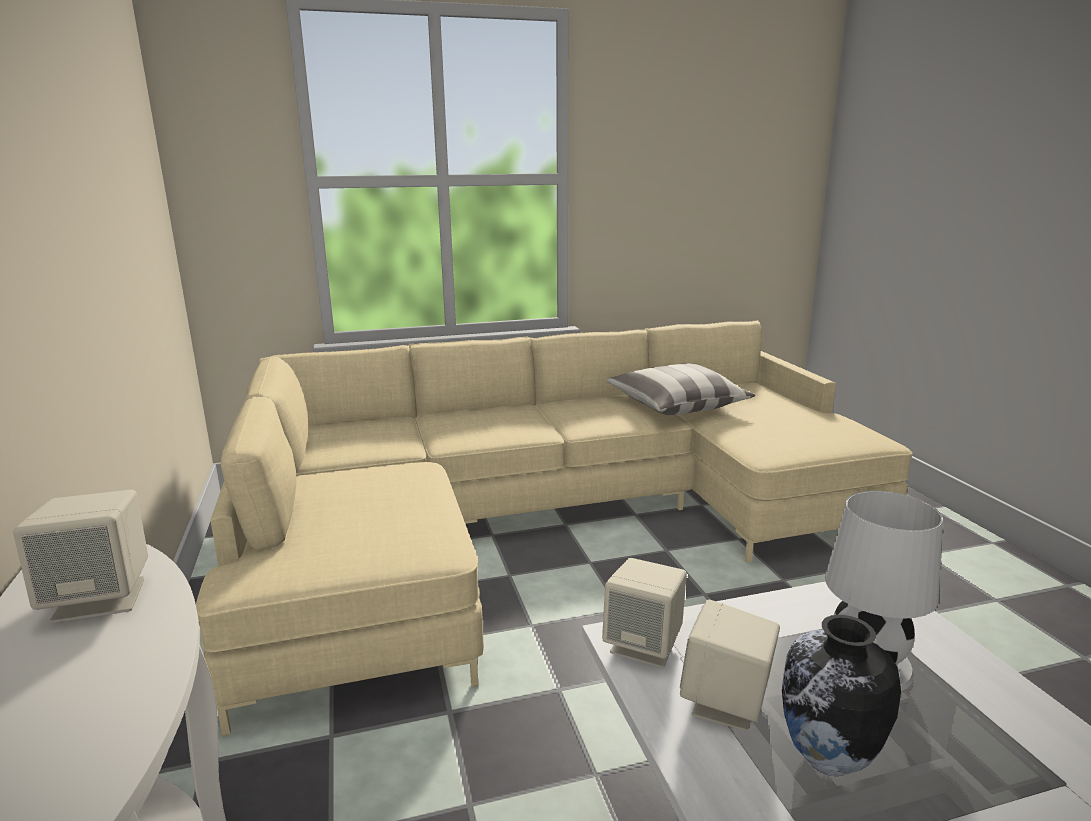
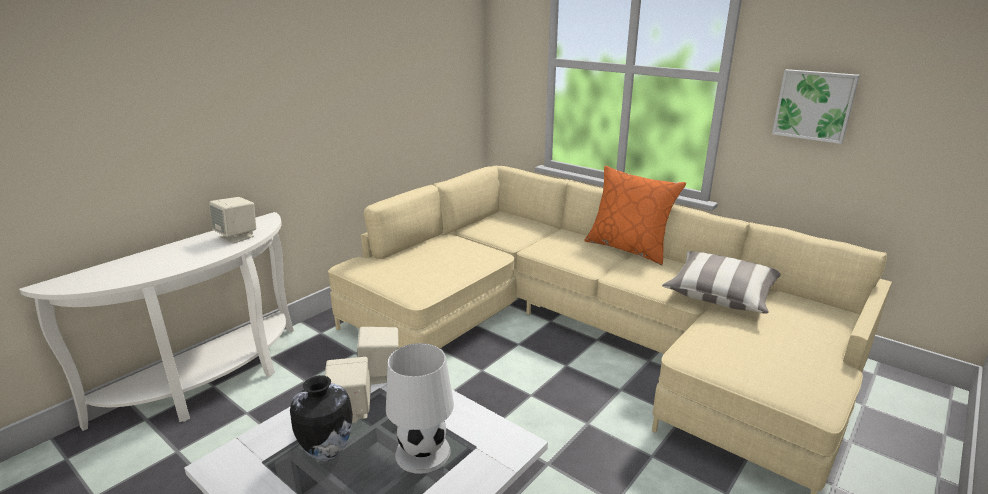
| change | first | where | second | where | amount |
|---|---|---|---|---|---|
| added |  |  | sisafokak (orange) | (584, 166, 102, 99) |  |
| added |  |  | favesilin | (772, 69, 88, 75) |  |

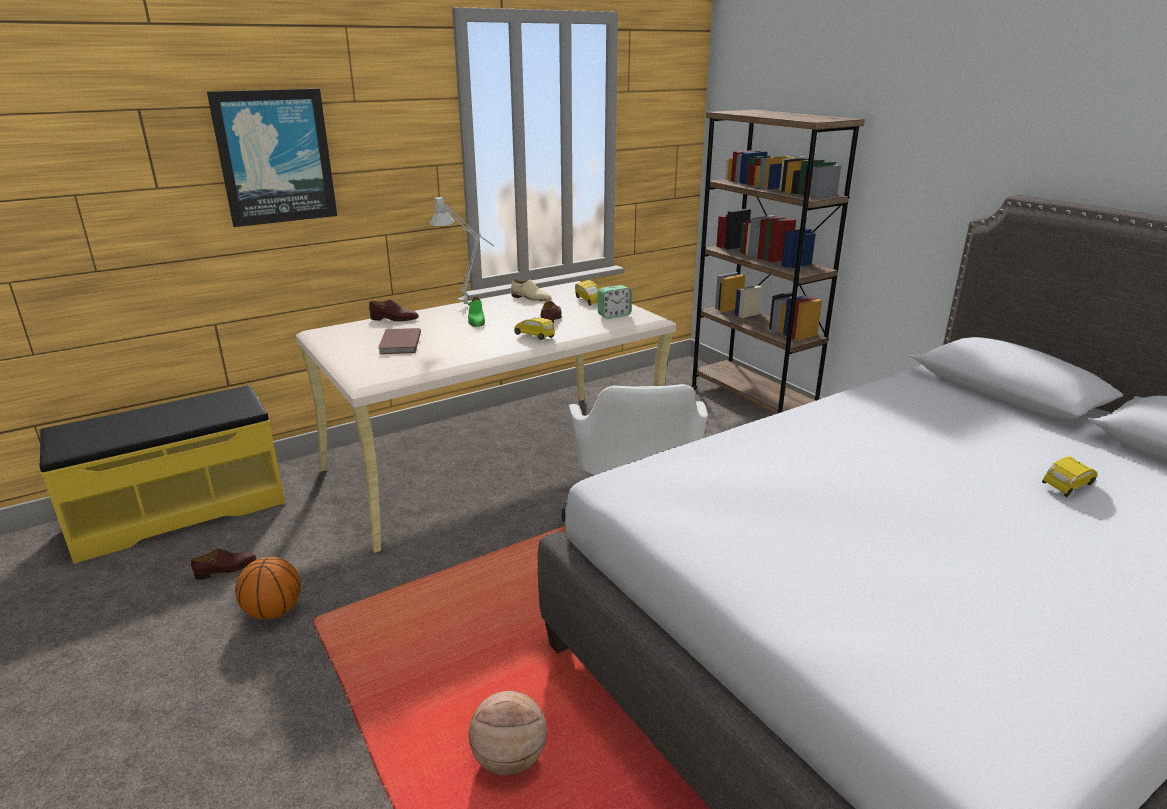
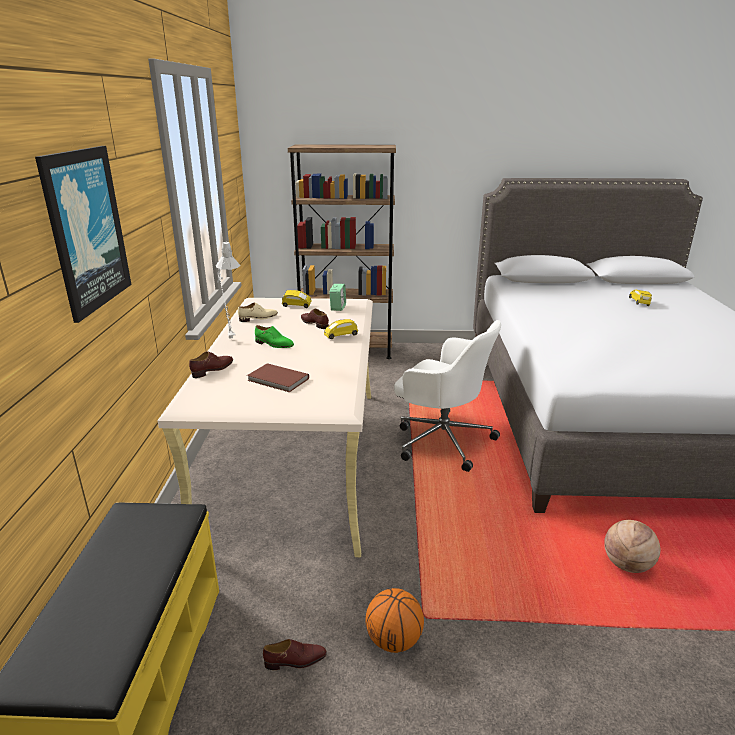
| change | first | where | second | where | amount |
|---|---|---|---|---|---|
| turned | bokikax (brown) | (191, 549, 65, 31) |  | (263, 639, 64, 31) | 75 degrees clockwise |

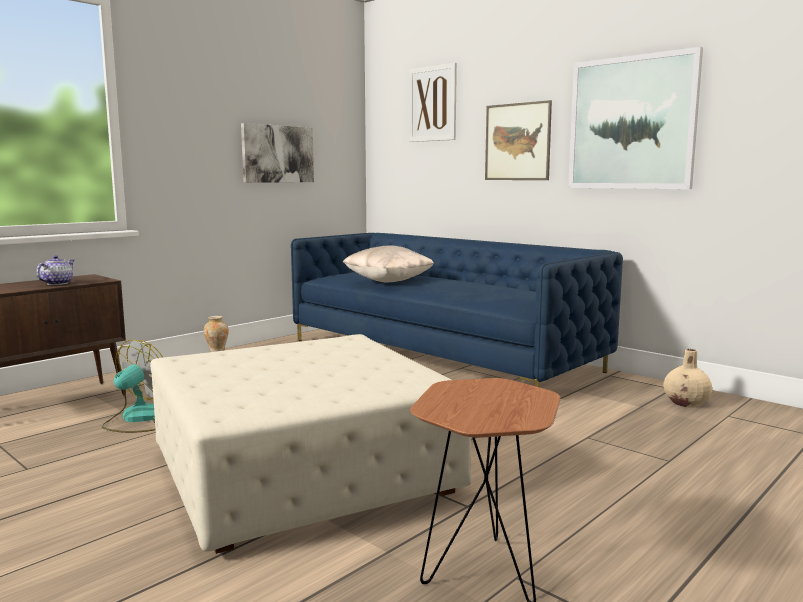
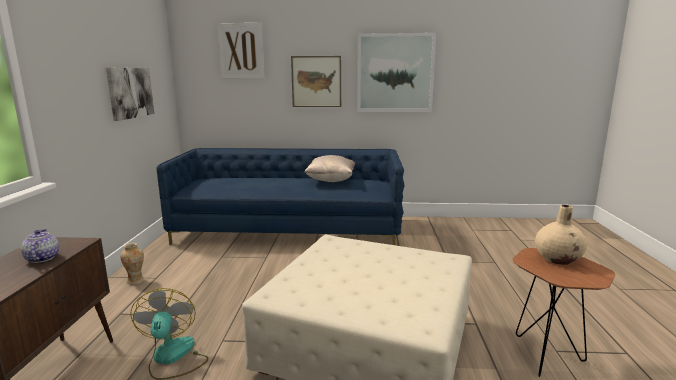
| change | first | where | second | where | amount |
|---|---|---|---|---|---|
| moved | sisafokak (beige) | (342, 245, 92, 38) |  | (304, 155, 51, 27) |  |
| moved | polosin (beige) | (663, 349, 49, 58) |  | (535, 205, 52, 60) |  |

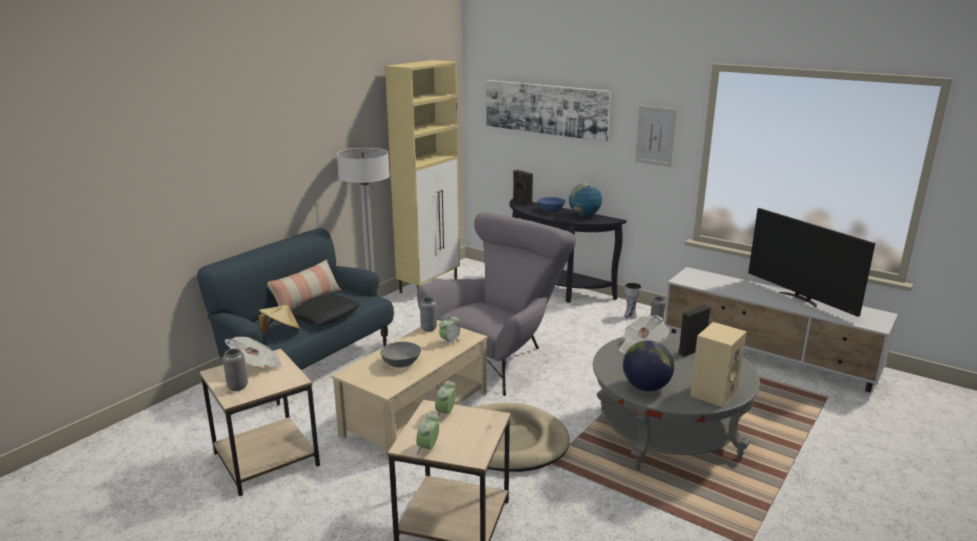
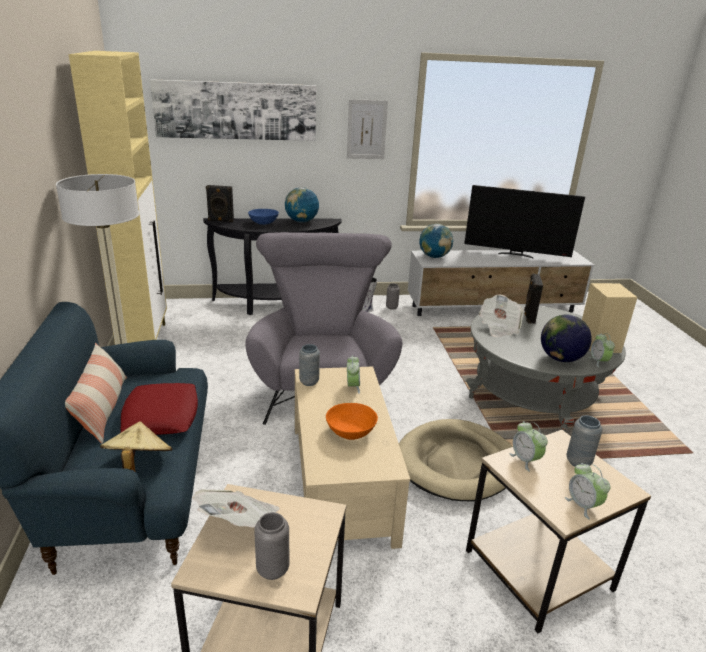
| change | first | where | second | where | amount |
|---|---|---|---|---|---|
| recoloured | sisafokak (black) | (292, 294, 68, 31) | sisafokak (red) | (120, 383, 78, 52) |  |
| recoloured | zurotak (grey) | (380, 342, 41, 25) | zurotak (orange) | (326, 403, 52, 37) |  |
| added |  |  | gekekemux | (419, 224, 34, 34) |  |
| added |  |  | polosin (grey) | (566, 415, 36, 51) |  |
| added |  |  | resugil | (588, 333, 27, 35) |  |

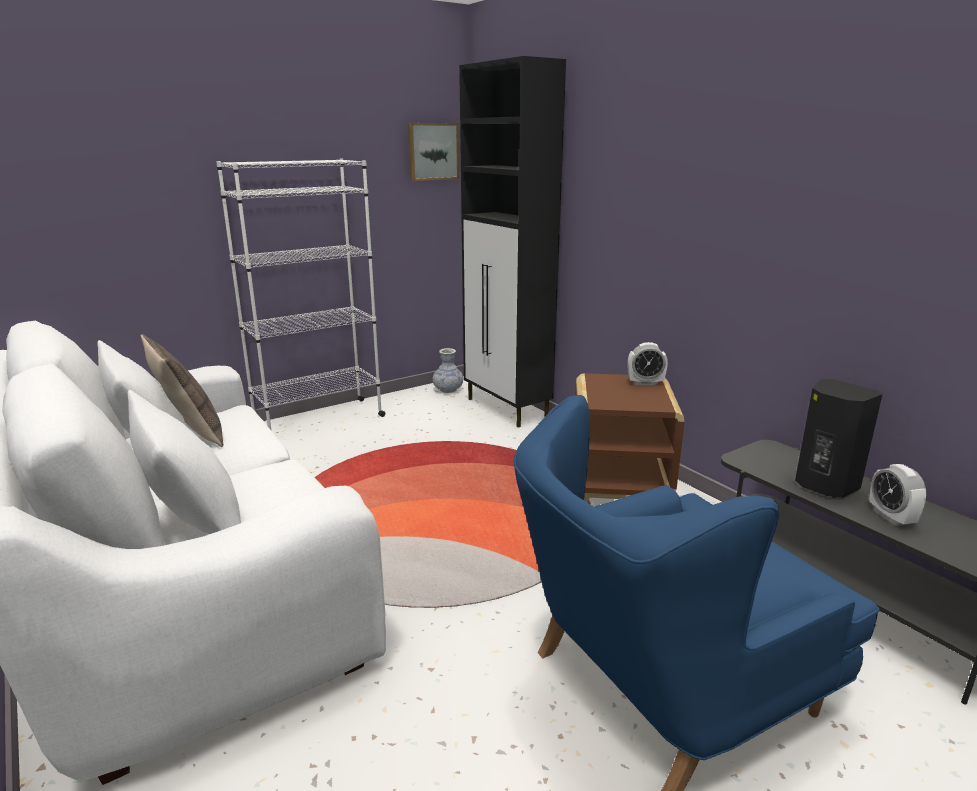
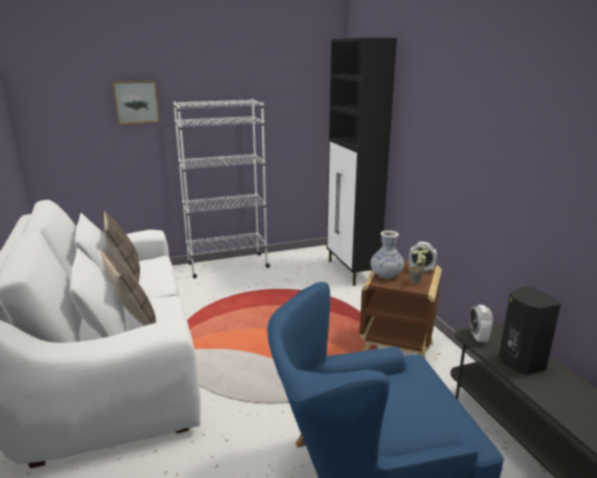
| change | first | where | second | where | amount |
|---|---|---|---|---|---|
| moved | favesilin | (408, 123, 51, 58) |  | (112, 81, 48, 43) |  |
| moved | polosin | (433, 348, 30, 45) |  | (371, 230, 33, 49) |  |
| moved | resugil | (869, 464, 57, 62) |  | (470, 305, 23, 37) |  |
| added |  |  | sisafokak | (100, 249, 56, 77) |  |
| added |  |  | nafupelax | (409, 245, 20, 39) |  |

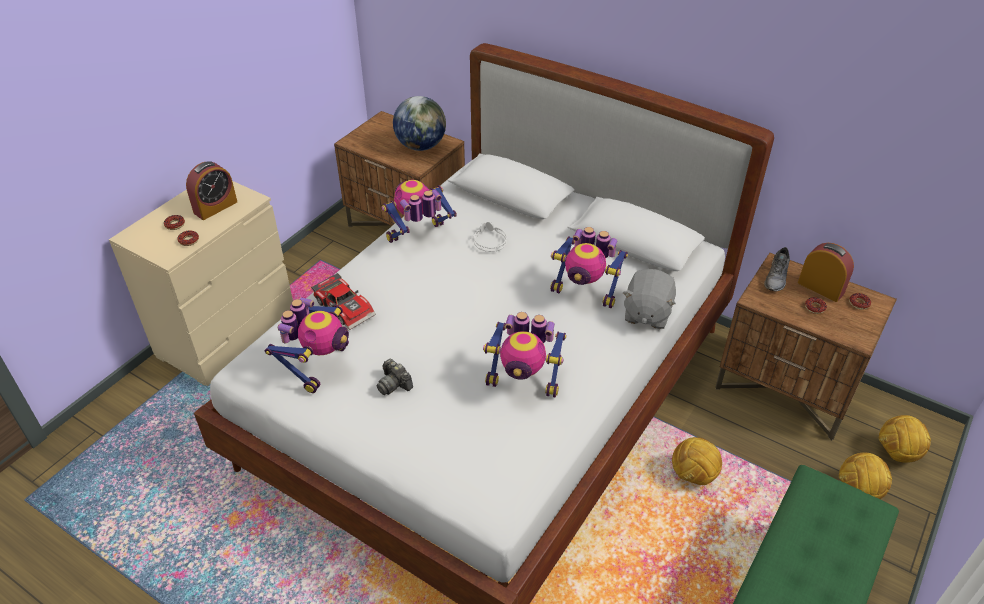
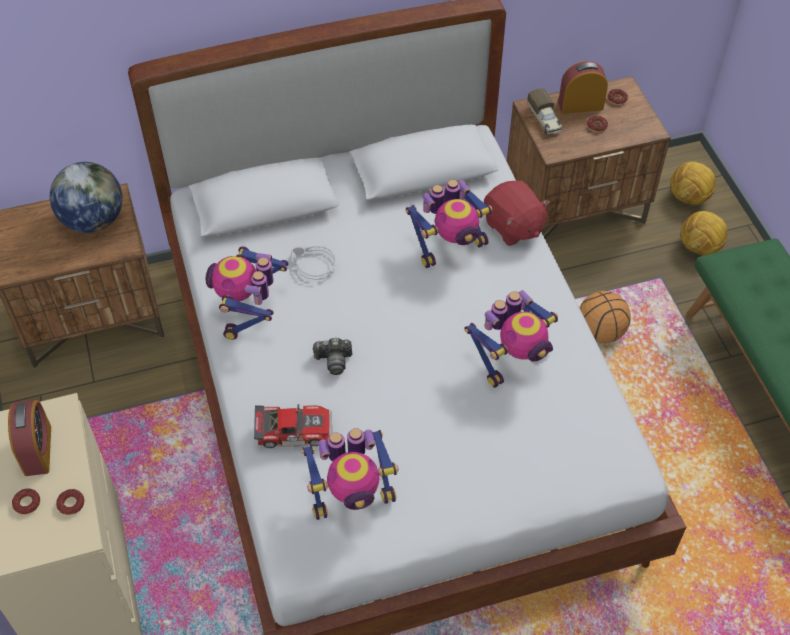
| change | first | where | second | where | amount |
|---|---|---|---|---|---|
| turned | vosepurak | (265, 297, 84, 96) |  | (302, 428, 97, 92) | 105 degrees clockwise |
| moved | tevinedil | (376, 359, 37, 36) |  | (312, 338, 40, 37) |  |
| recoloured | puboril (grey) | (623, 269, 53, 60) | puboril (red) | (484, 180, 66, 66) |  |
| replaced | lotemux | (672, 437, 50, 48) | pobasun | (580, 291, 51, 52) |  |
| replaced | bokikax (grey) | (764, 247, 26, 44) | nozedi | (527, 88, 36, 47) |  |

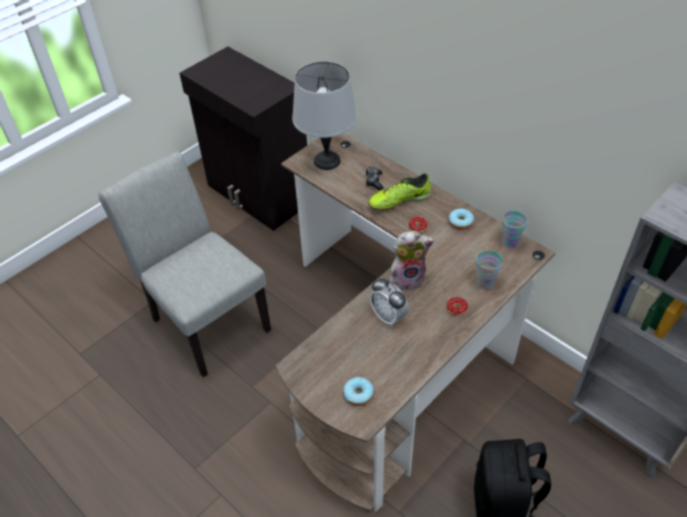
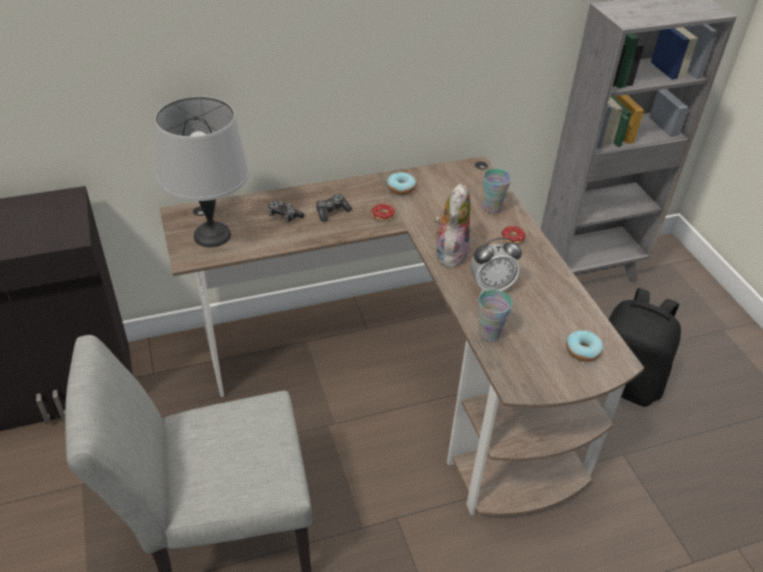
| change | first | where | second | where | amount |
|---|---|---|---|---|---|
| replaced | bokikax | (368, 173, 63, 37) | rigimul | (316, 194, 36, 28) |  |
| moved | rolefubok | (502, 211, 26, 37) |  | (478, 290, 35, 52) |  |

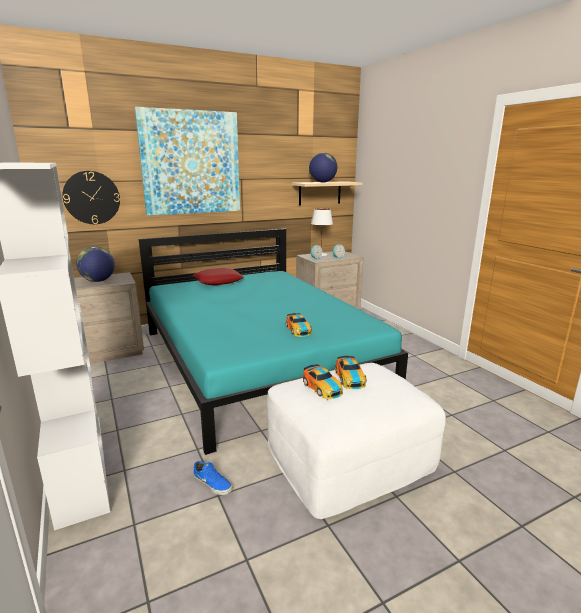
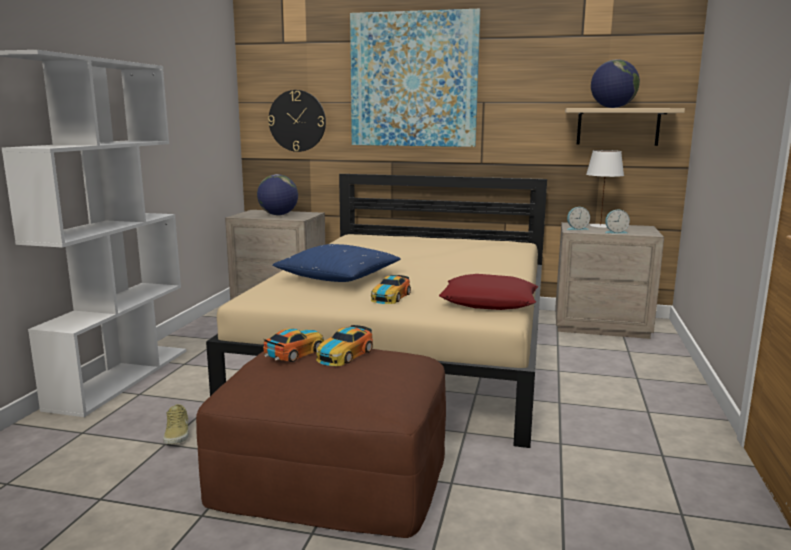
| change | first | where | second | where | amount |
|---|---|---|---|---|---|
| recoloured | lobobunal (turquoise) | (139, 229, 269, 226) | lobobunal (beige) | (206, 174, 341, 274) |  |
| moved | sisafokak (red) | (193, 268, 51, 17) |  | (439, 274, 99, 36) |  |
| recoloured | bokikax (blue) | (193, 461, 40, 34) | bokikax (beige) | (163, 404, 26, 40) |  |
| recoloured | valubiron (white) | (267, 363, 179, 156) | valubiron (brown) | (196, 349, 250, 189) |  |
| turned | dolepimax | (303, 364, 40, 35) |  | (263, 328, 61, 34) | 150 degrees counterclockwise |
| added |  |  | sisafokak (blue) | (273, 244, 127, 38) |  |

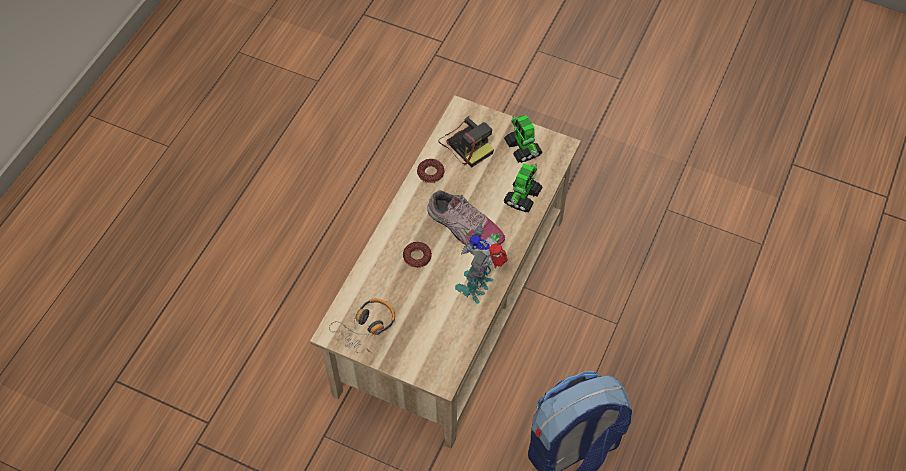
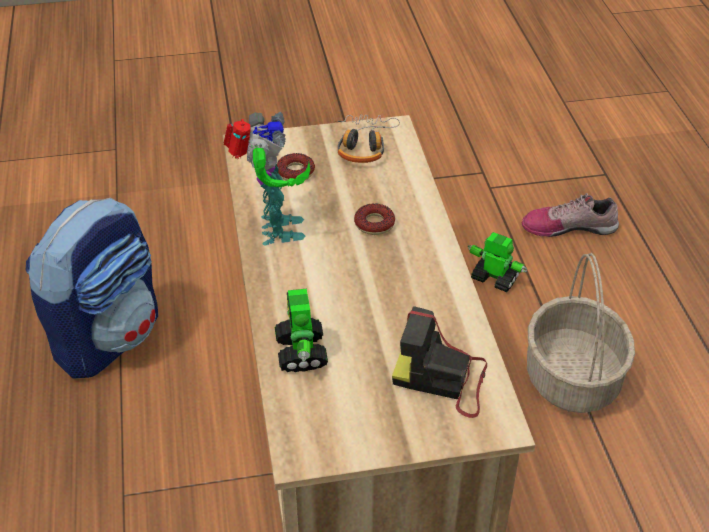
| change | first | where | second | where | amount |
|---|---|---|---|---|---|
| moved | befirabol | (417, 159, 27, 24) |  | (277, 153, 38, 28) |  |
| moved | bokikax | (427, 190, 78, 55) |  | (522, 193, 97, 44) |  |
| moved | vosepurak | (504, 115, 38, 48) |  | (468, 232, 59, 60) |  |
| added |  |  | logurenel | (527, 253, 108, 160) |  |

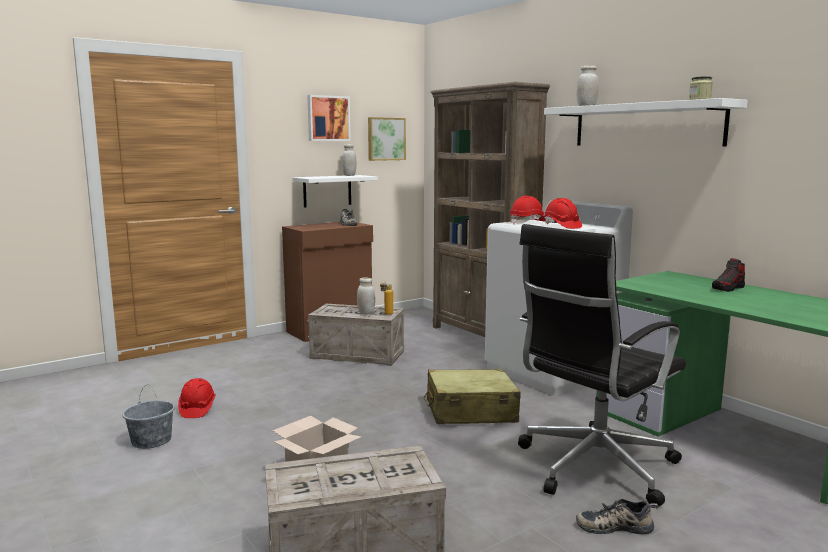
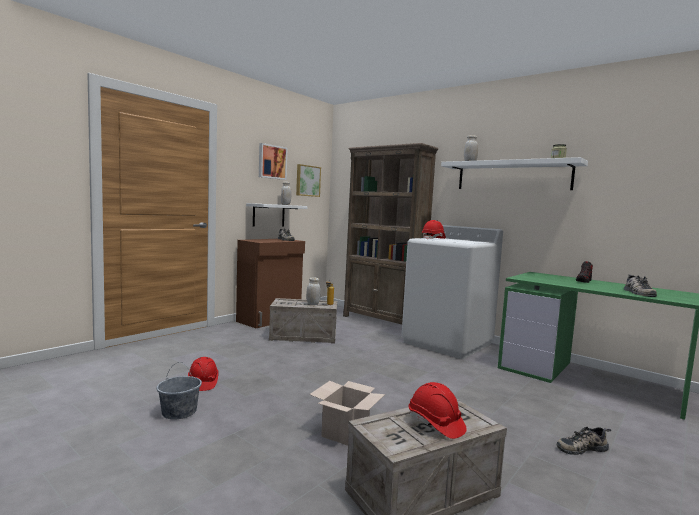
| change | first | where | second | where | amount |
|---|---|---|---|---|---|
| removed | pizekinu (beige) | (424, 369, 97, 55) |  |  |  |
| removed | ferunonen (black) | (518, 224, 168, 283) |  |  |  |
| moved | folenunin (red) | (543, 198, 39, 31) |  | (409, 382, 58, 57) |  |
| added |  |  | bokikax | (624, 275, 33, 22) |  |

